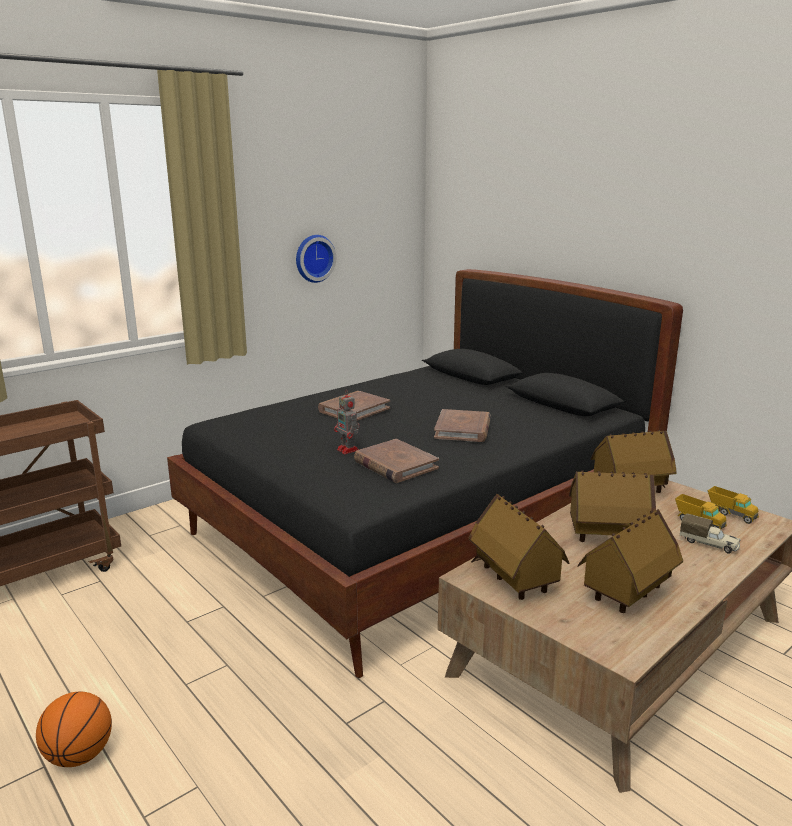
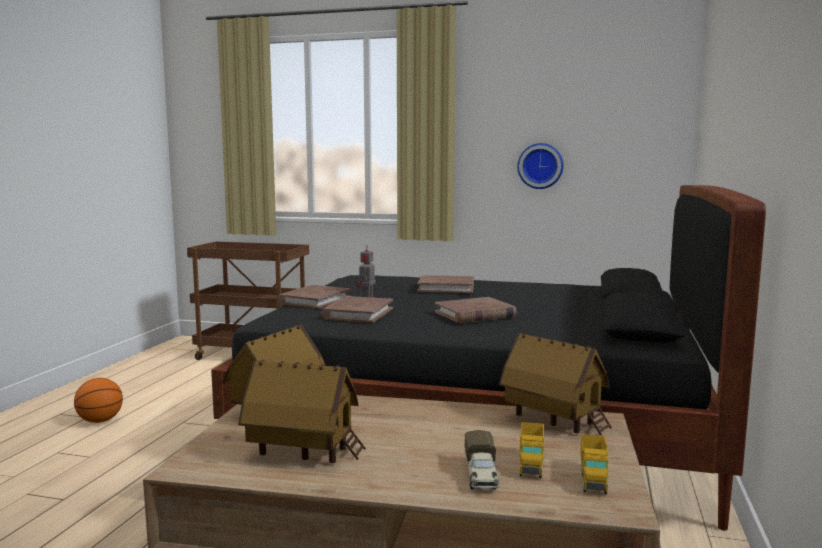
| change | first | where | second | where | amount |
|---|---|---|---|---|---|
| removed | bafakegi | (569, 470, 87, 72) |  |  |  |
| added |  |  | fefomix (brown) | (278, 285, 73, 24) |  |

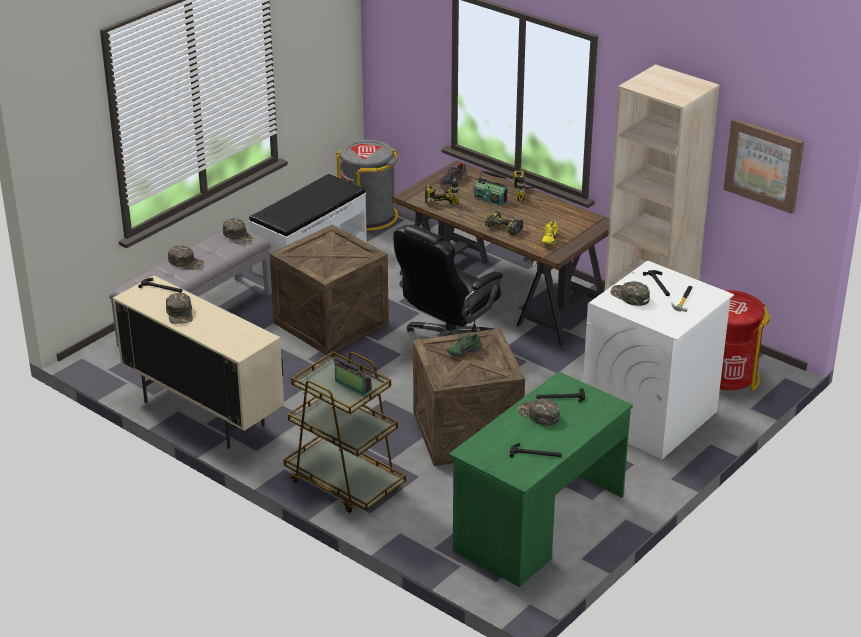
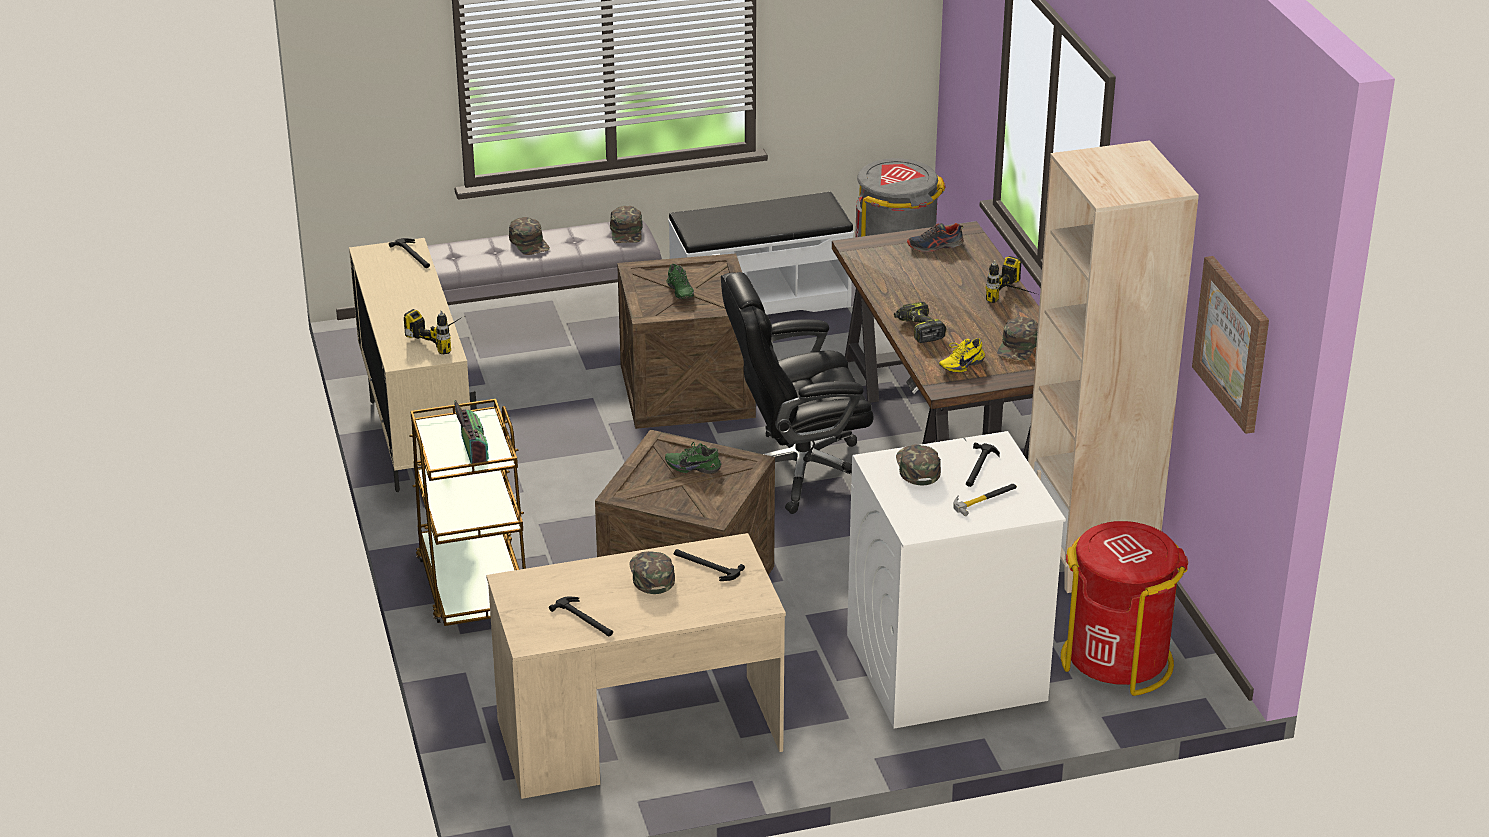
| change | first | where | second | where | amount |
|---|---|---|---|---|---|
| moved | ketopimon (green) | (166, 293, 27, 31) |  | (997, 317, 41, 44) |  |
| moved | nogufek | (425, 178, 34, 28) |  | (404, 309, 57, 45) |  |
| recoloured | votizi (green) | (449, 371, 184, 216) | votizi (beige) | (486, 533, 300, 266) |  |
| removed | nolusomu | (474, 170, 34, 36) |  |  |  |
| added |  |  | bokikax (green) | (666, 264, 28, 35) |  |

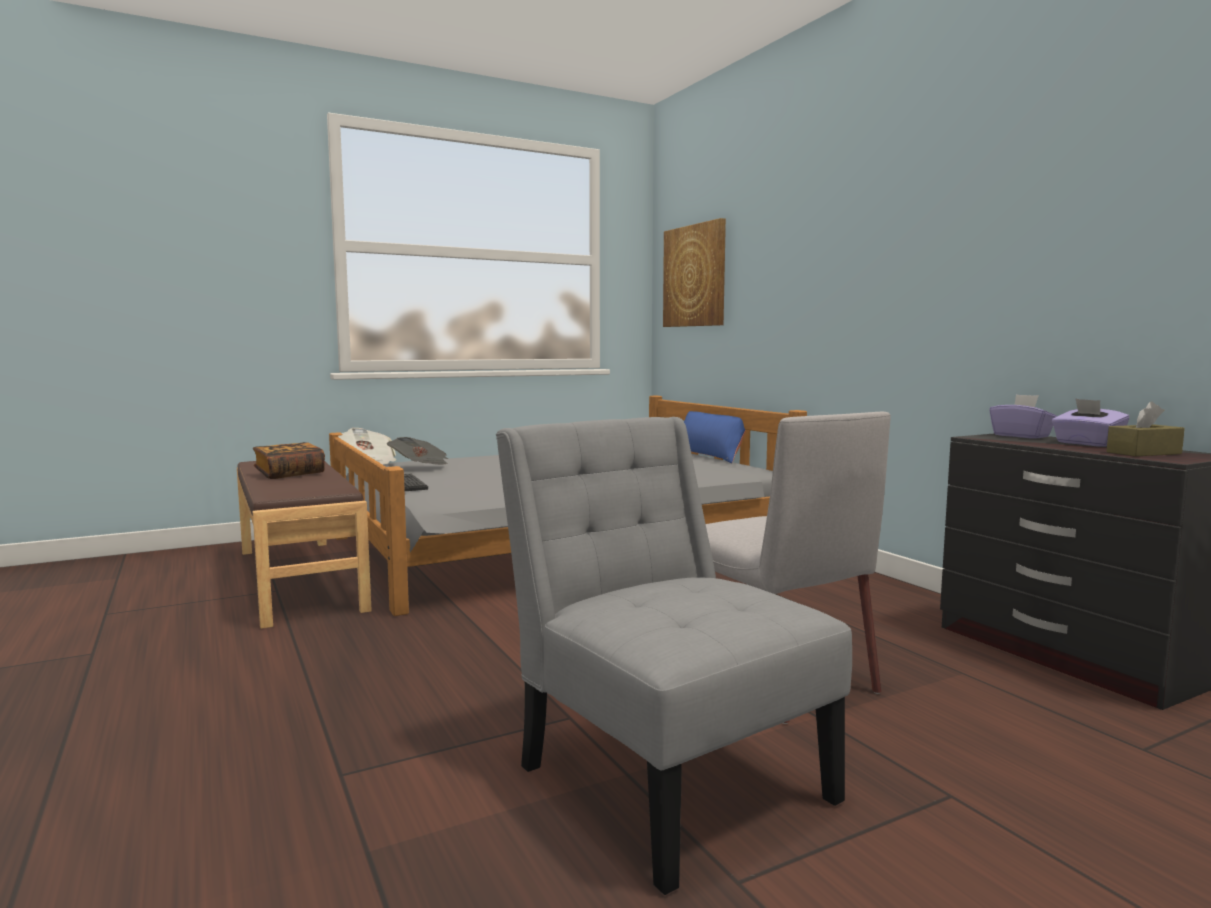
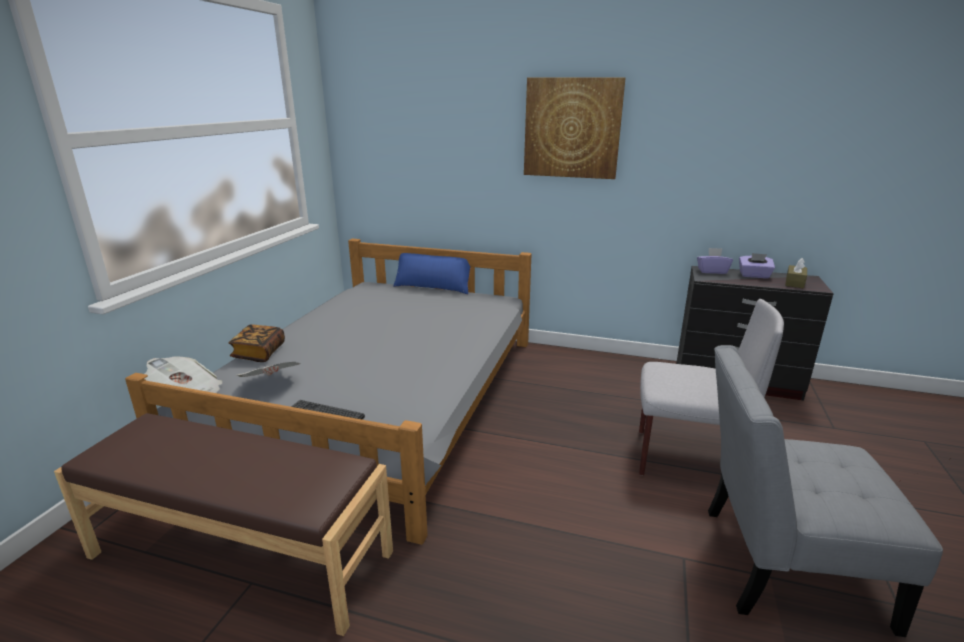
| change | first | where | second | where | amount |
|---|---|---|---|---|---|
| moved | fefomix | (253, 442, 72, 37) |  | (228, 324, 57, 38) |  |
| moved | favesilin | (663, 218, 63, 109) |  | (524, 77, 102, 102) |  |

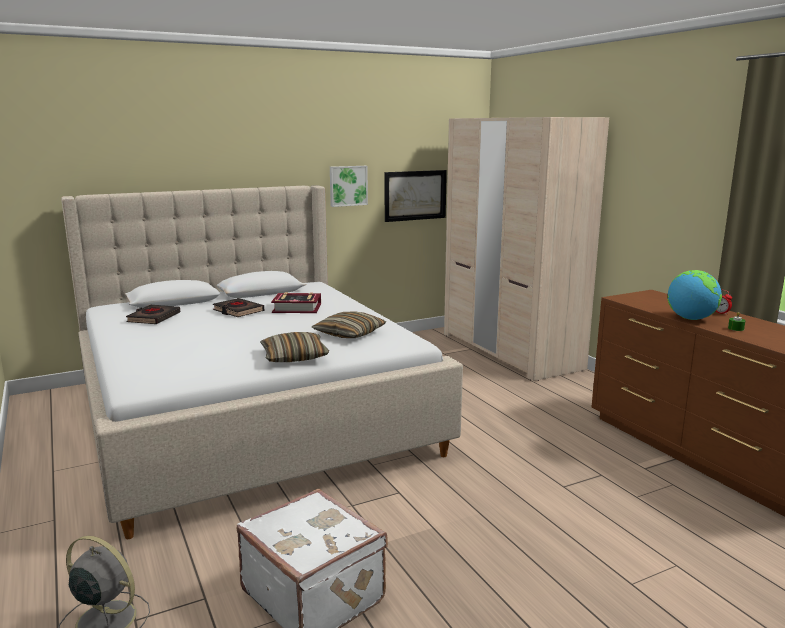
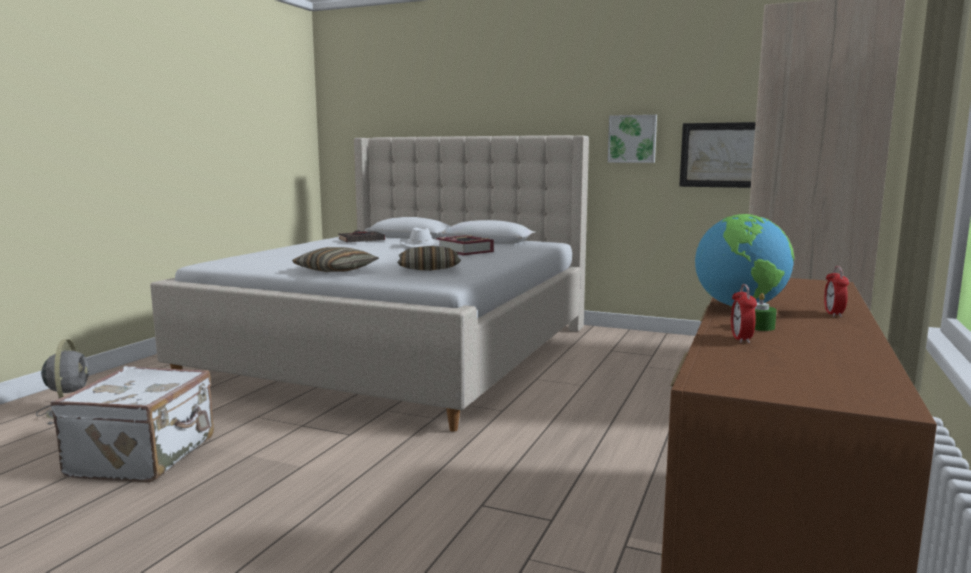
| change | first | where | second | where | amount |
|---|---|---|---|---|---|
| replaced | fefomix (black) | (213, 298, 51, 19) | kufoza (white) | (399, 228, 41, 20) |  |
| added |  |  | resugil | (731, 284, 26, 59) |  |

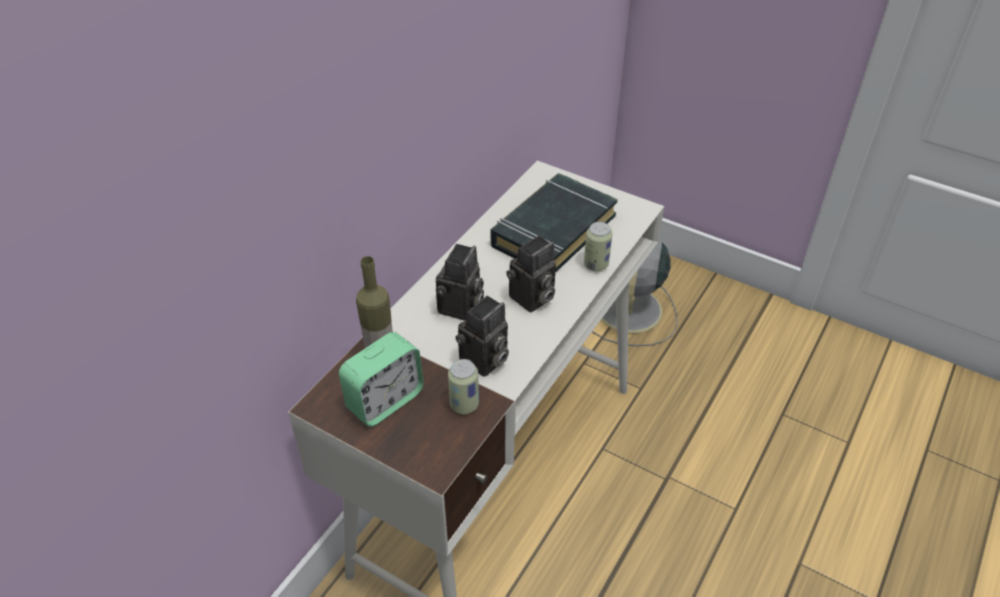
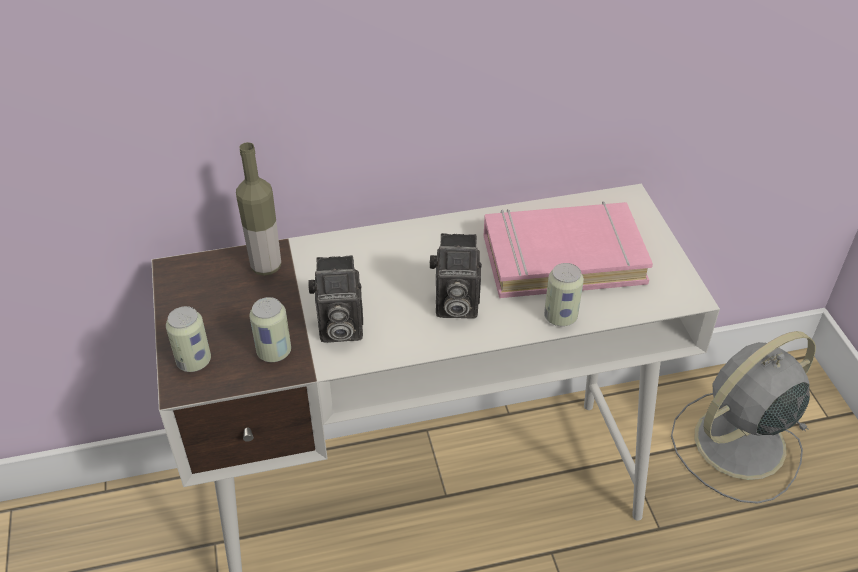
| change | first | where | second | where | amount |
|---|---|---|---|---|---|
| removed | resugil | (339, 332, 85, 95) |  |  |  |
| removed | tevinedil | (436, 244, 48, 77) |  |  |  |
| recoloured | fefomix (black) | (491, 173, 127, 99) | fefomix (pink) | (484, 201, 169, 97) |  |
| added |  |  | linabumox | (166, 306, 45, 66) |  |

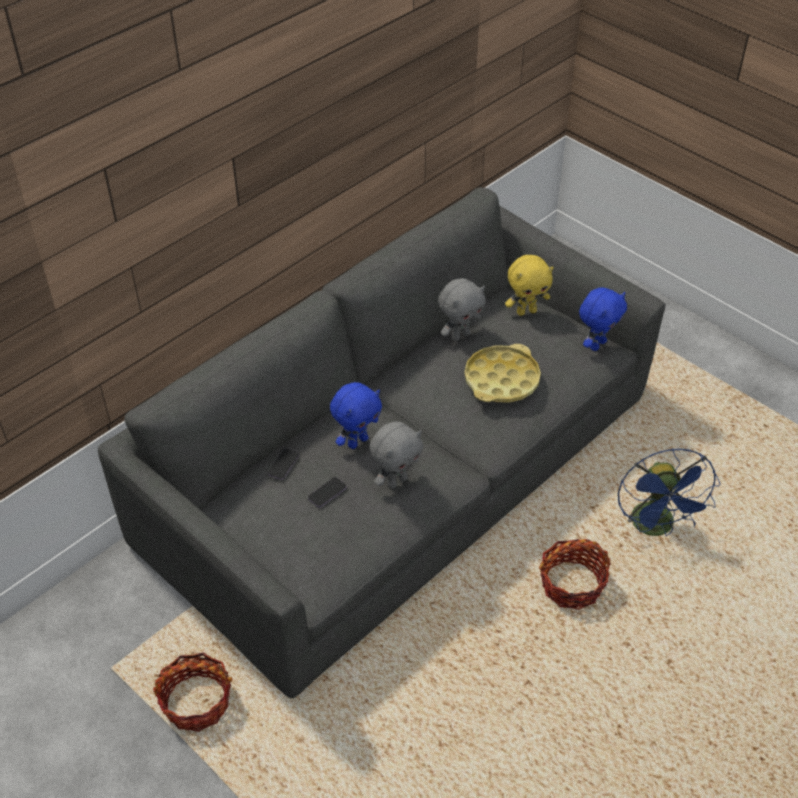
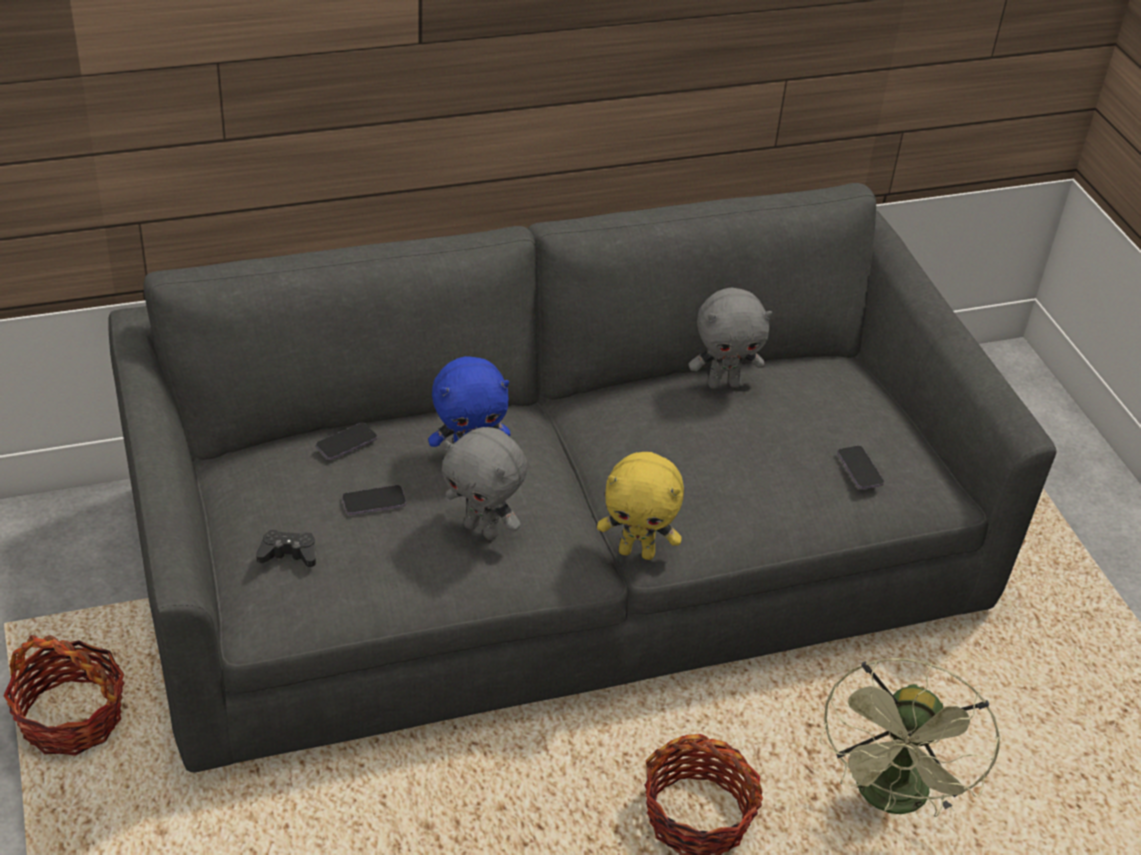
| change | first | where | second | where | amount |
|---|---|---|---|---|---|
| turned | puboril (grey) | (370, 422, 53, 67) |  | (442, 427, 85, 113) | 45 degrees clockwise |
| removed | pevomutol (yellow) | (465, 344, 76, 59) |  |  |  |
| moved | puboril (yellow) | (505, 255, 49, 61) |  | (597, 452, 87, 108) |  |
| removed | puboril (blue) | (579, 287, 48, 64) |  |  |  |
| recoloured | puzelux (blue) | (618, 448, 102, 88) | puzelux (green) | (820, 658, 180, 159) |  |
| added |  |  | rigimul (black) | (256, 530, 60, 37) |  |
| added |  |  | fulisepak | (837, 446, 47, 43) |  |

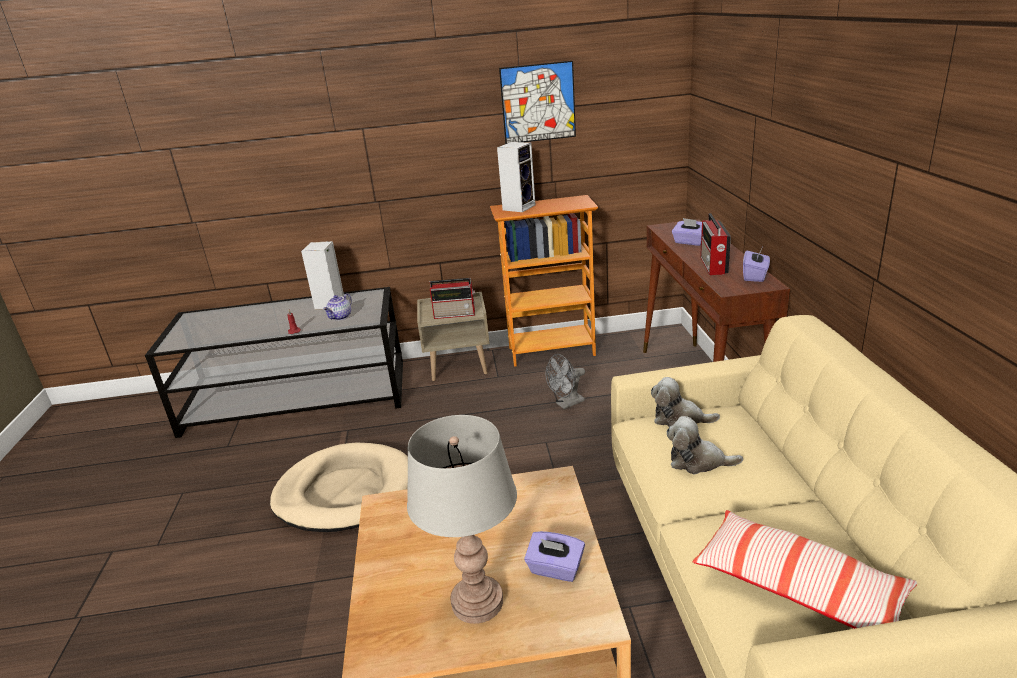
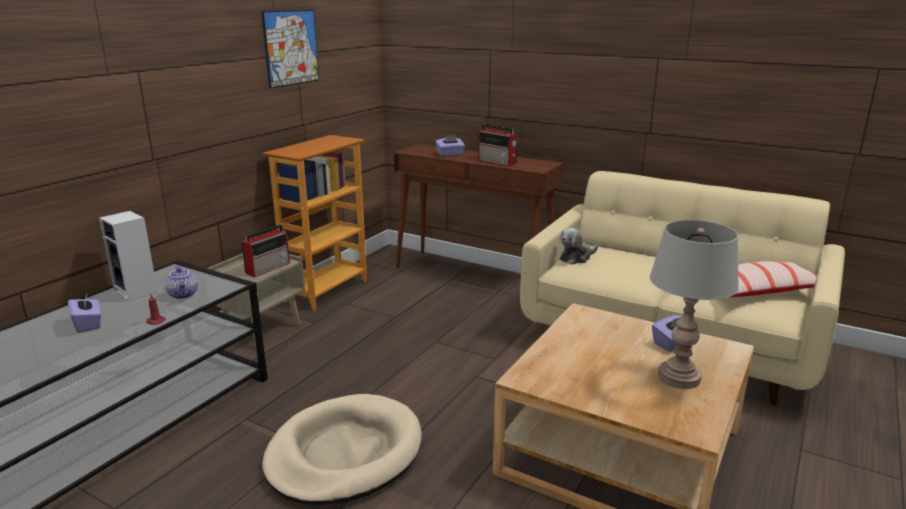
| change | first | where | second | where | amount |
|---|---|---|---|---|---|
| removed | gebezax | (497, 142, 38, 70) |  |  |  |
| removed | puzelux (grey) | (546, 354, 39, 55) |  |  |  |
| removed | puboril | (666, 416, 77, 58) |  |  |  |
| moved | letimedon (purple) | (743, 249, 27, 33) |  | (68, 293, 34, 40) |  |

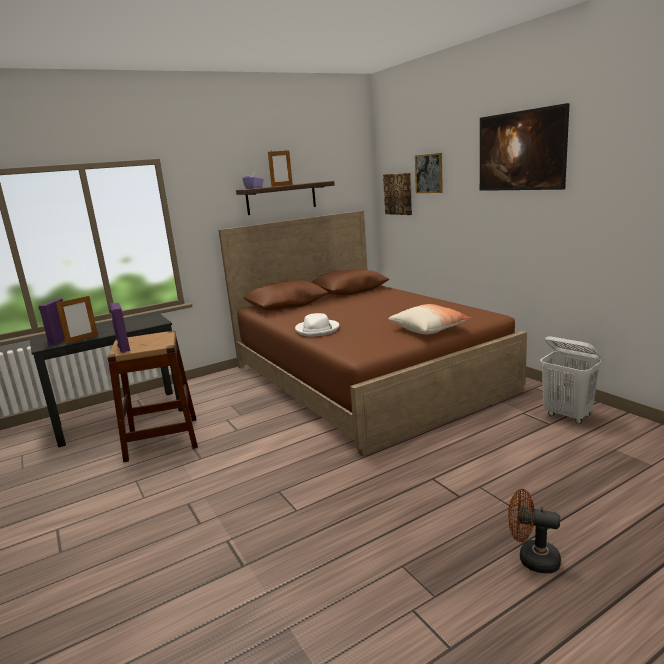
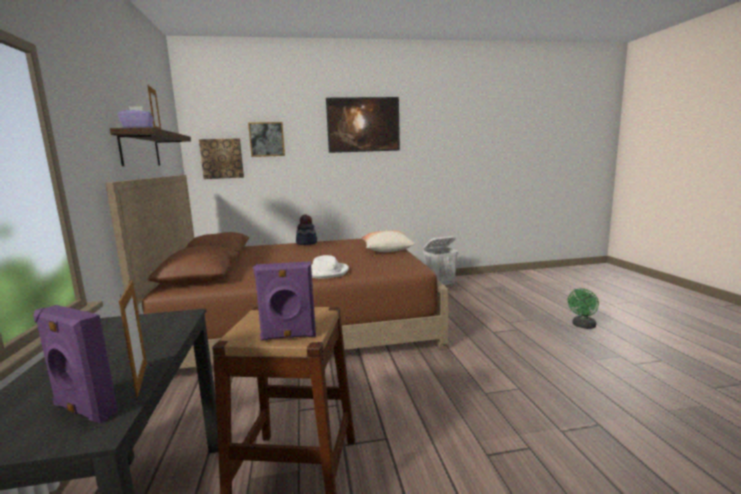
| change | first | where | second | where | amount |
|---|---|---|---|---|---|
| recoloured | puzelux (brown) | (508, 489, 53, 84) | puzelux (green) | (568, 288, 31, 41) |  |
| added |  |  | kufoza | (296, 215, 21, 30) |  |

